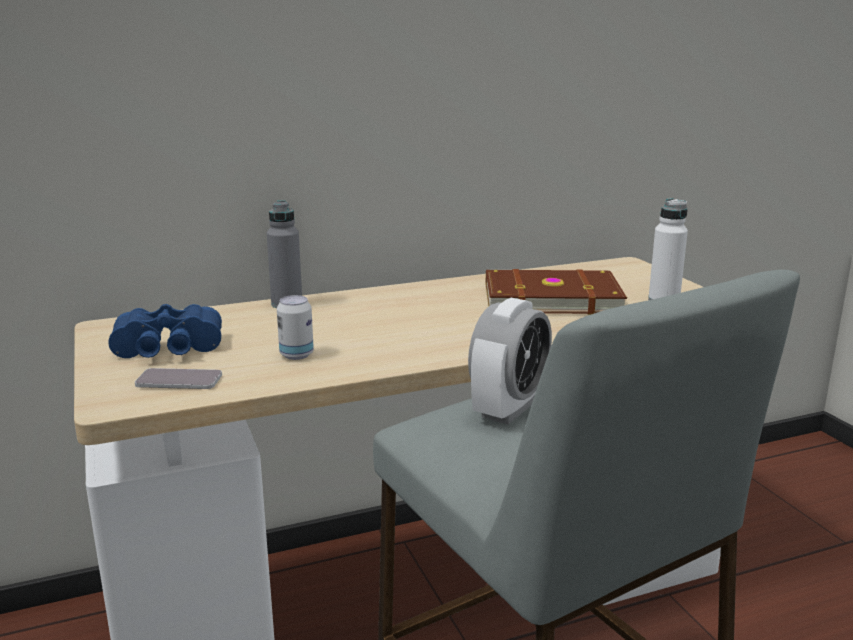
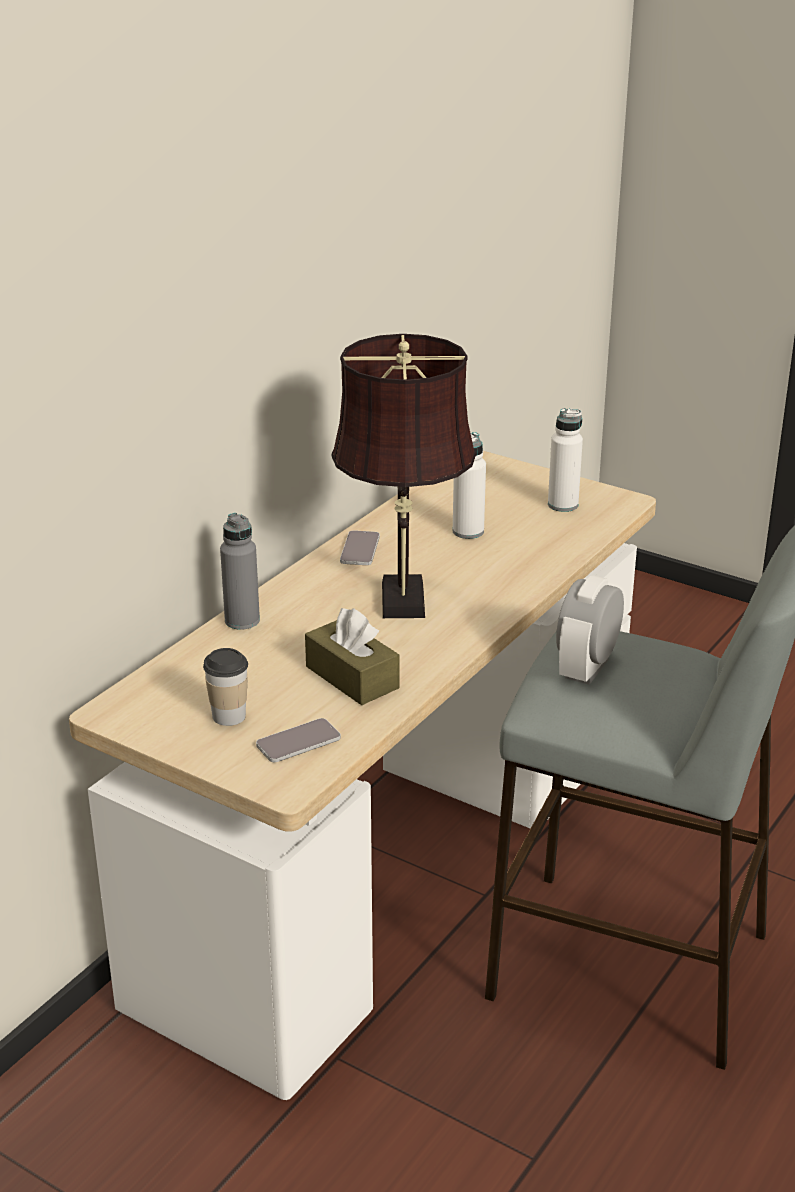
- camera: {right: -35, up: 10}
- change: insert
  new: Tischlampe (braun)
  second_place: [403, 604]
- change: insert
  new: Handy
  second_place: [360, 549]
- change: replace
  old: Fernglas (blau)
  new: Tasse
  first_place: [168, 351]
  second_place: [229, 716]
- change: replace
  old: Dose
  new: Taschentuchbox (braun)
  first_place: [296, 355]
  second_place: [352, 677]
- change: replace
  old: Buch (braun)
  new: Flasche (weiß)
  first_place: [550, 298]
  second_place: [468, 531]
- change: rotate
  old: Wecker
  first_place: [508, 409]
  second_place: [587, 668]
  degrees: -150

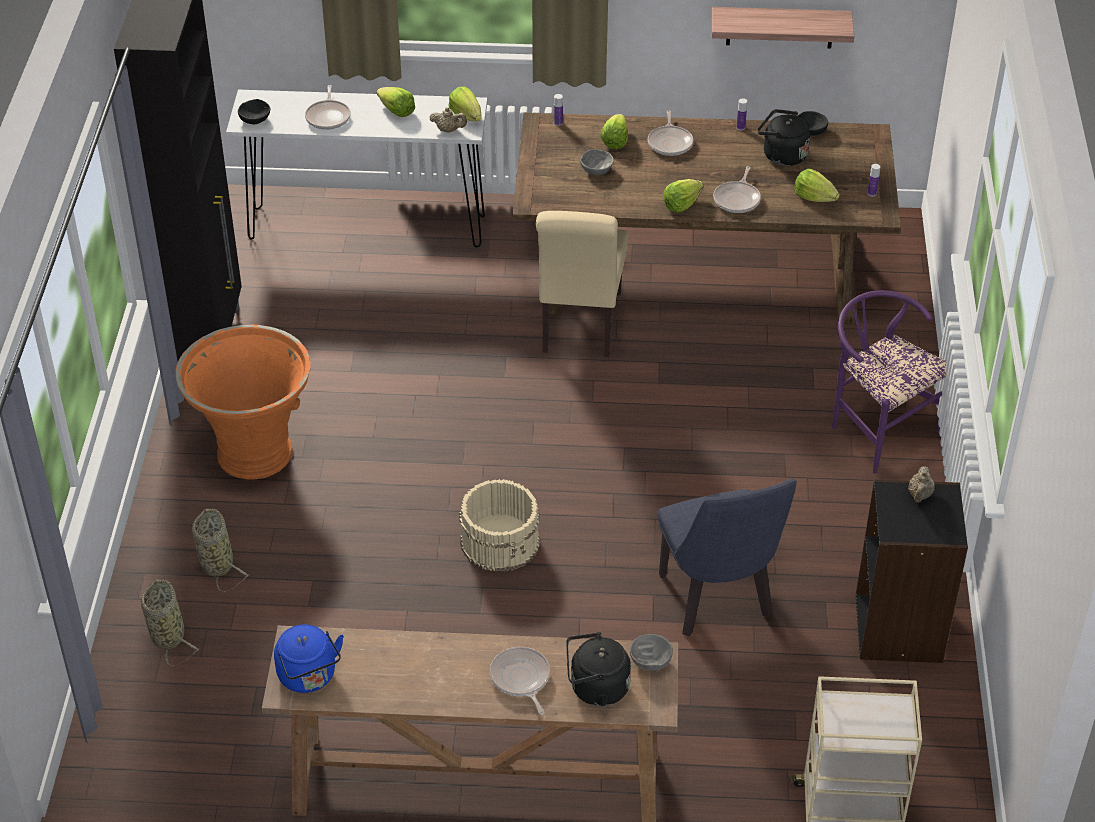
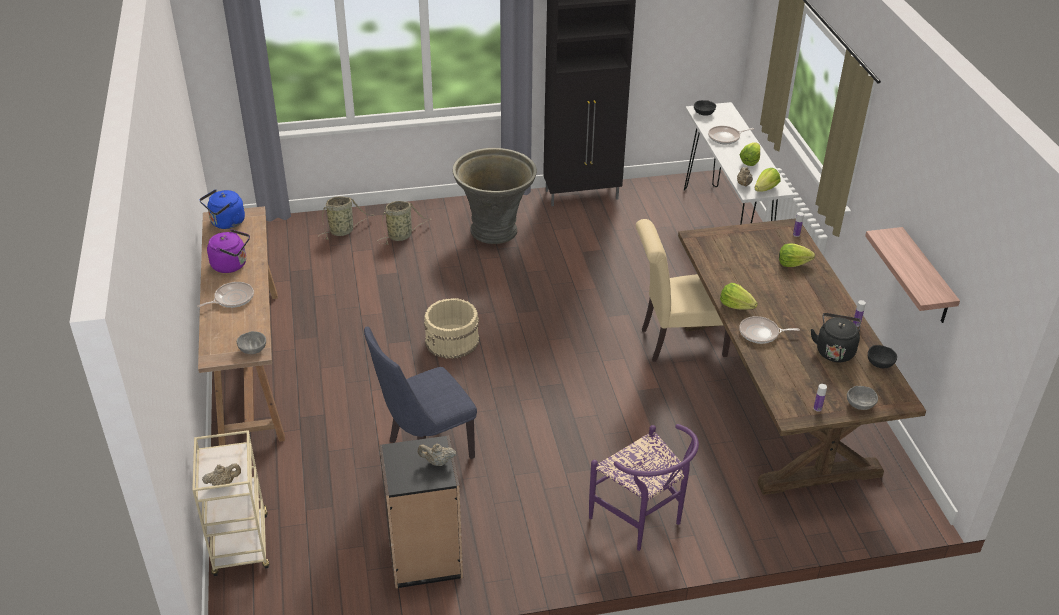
- camera: {right: 75, up: -5}
- change: delete
  old: Wasserkessel (schwarz)
  first_place: [595, 688]
- change: delete
  old: Pfanne
  first_place: [670, 142]
- change: delete
  old: Salatkopf
  first_place: [814, 197]
- change: insert
  new: Teekanne (beige)
  second_place: [223, 483]
- change: insert
  new: Wasserkessel (lila)
  second_place: [232, 265]
- change: move
  old: Schüssel (grau)
  first_place: [596, 170]
  second_place: [860, 404]
- change: recolor
  old: Pflanzkübel (orange)
  new: Pflanzkübel (grau)
  first_place: [255, 452]
  second_place: [495, 230]
- change: rotate
  old: Stuhl (lila)
  first_place: [876, 428]
  second_place: [642, 521]
  degrees: 105

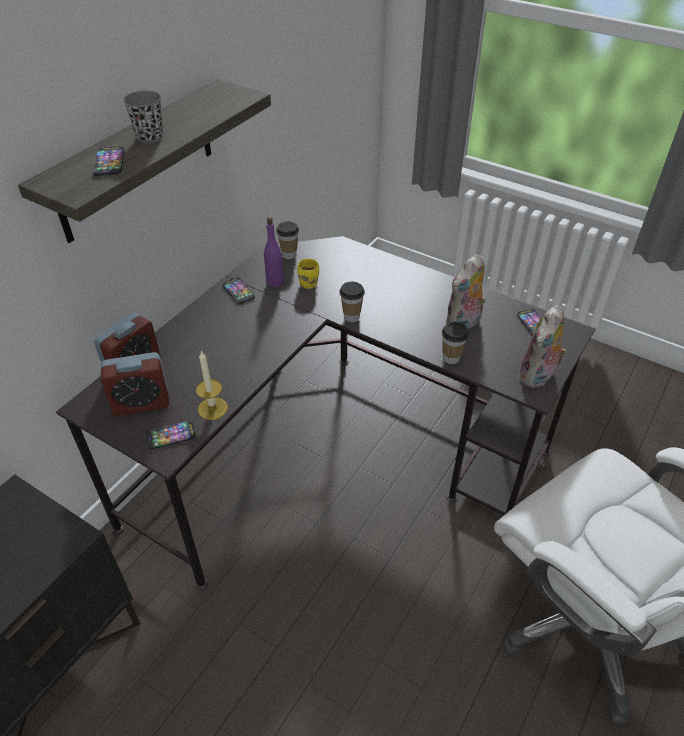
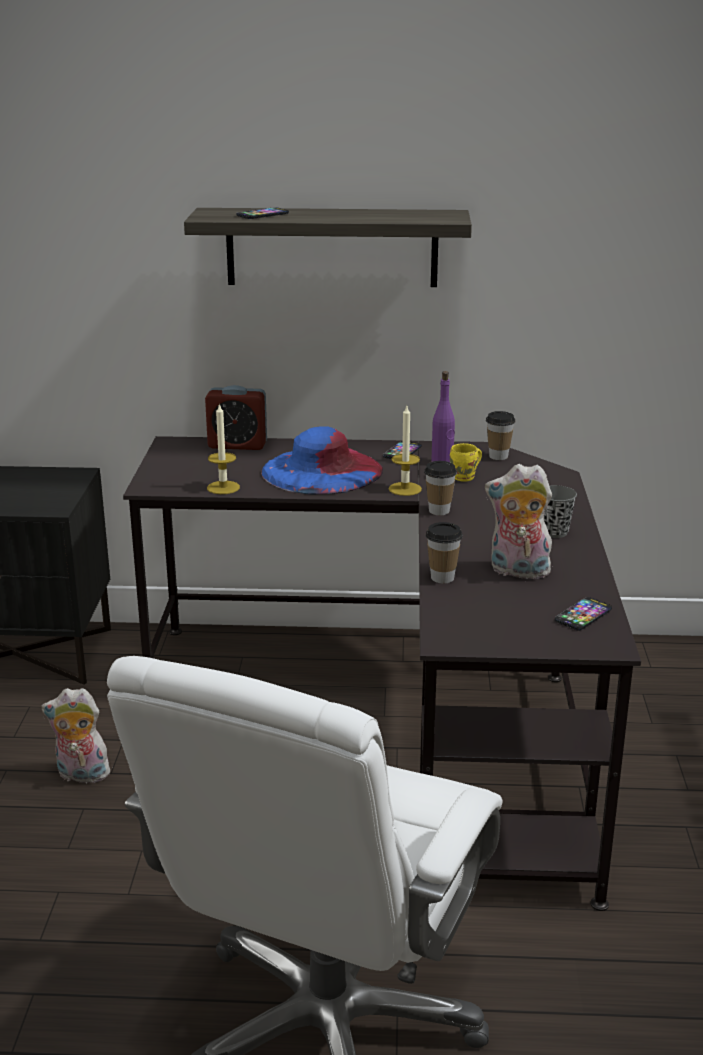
- camera: {right: 60, up: -20}
- change: delete
  old: Wecker
  first_place: [141, 403]
- change: delete
  old: Handy
  first_place: [171, 435]
- change: insert
  new: Hut (blau)
  second_place: [322, 470]
- change: insert
  new: Kerze
  second_place: [405, 489]
- change: move
  old: Tasse (grau)
  first_place: [150, 137]
  second_place: [554, 532]
- change: move
  old: Plüschtier
  first_place: [538, 376]
  second_place: [81, 775]

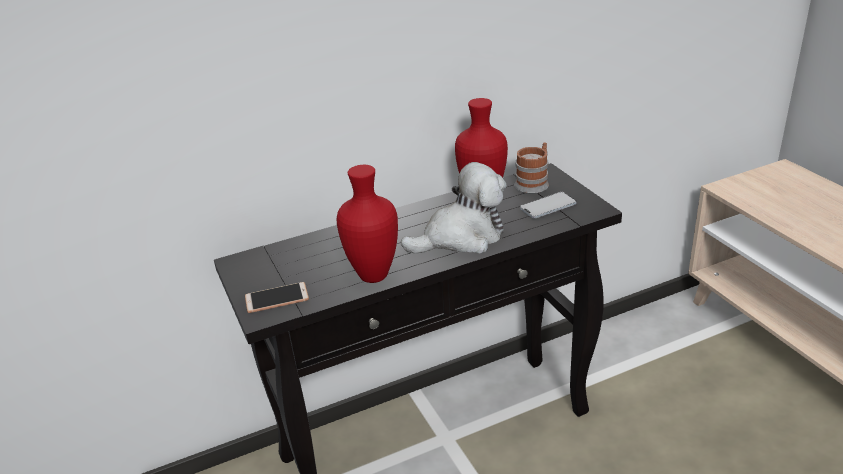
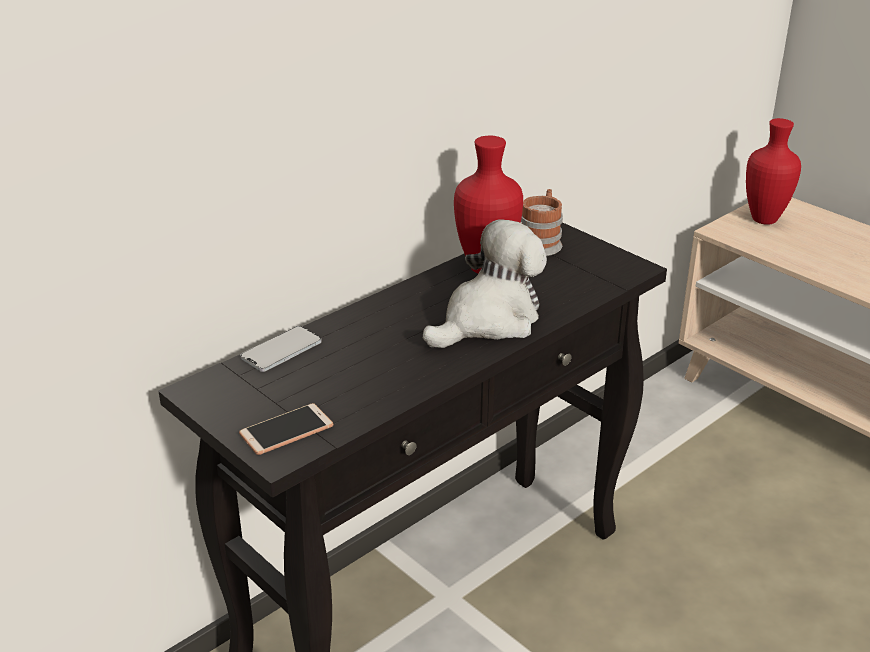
- camera: {right: -20, up: 0}
- change: move
  old: Vase (rot)
  first_place: [375, 276]
  second_place: [766, 220]
- change: move
  old: Handy
  first_place: [548, 206]
  second_place: [281, 350]

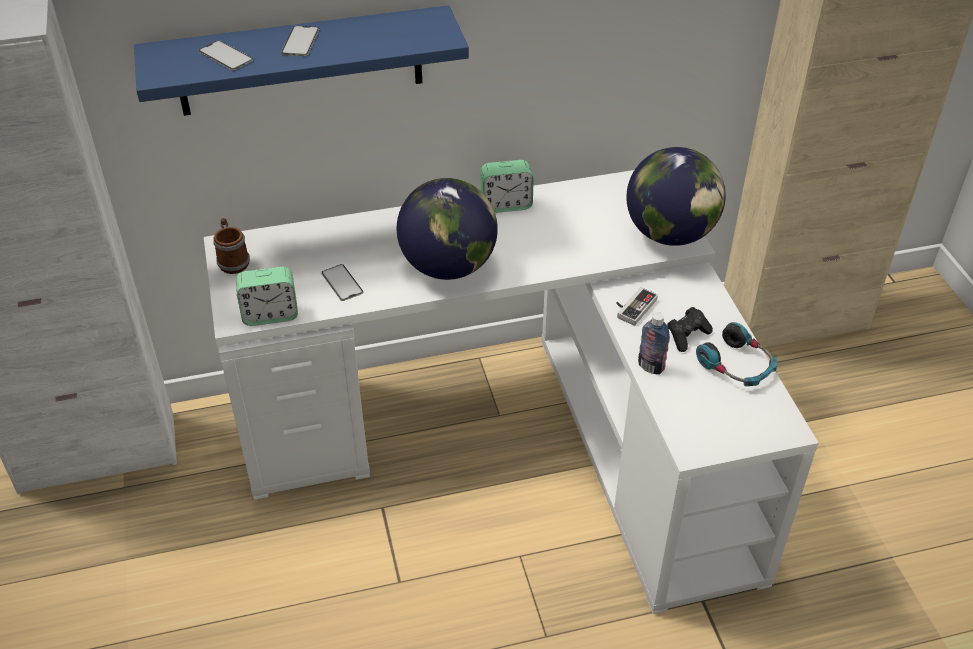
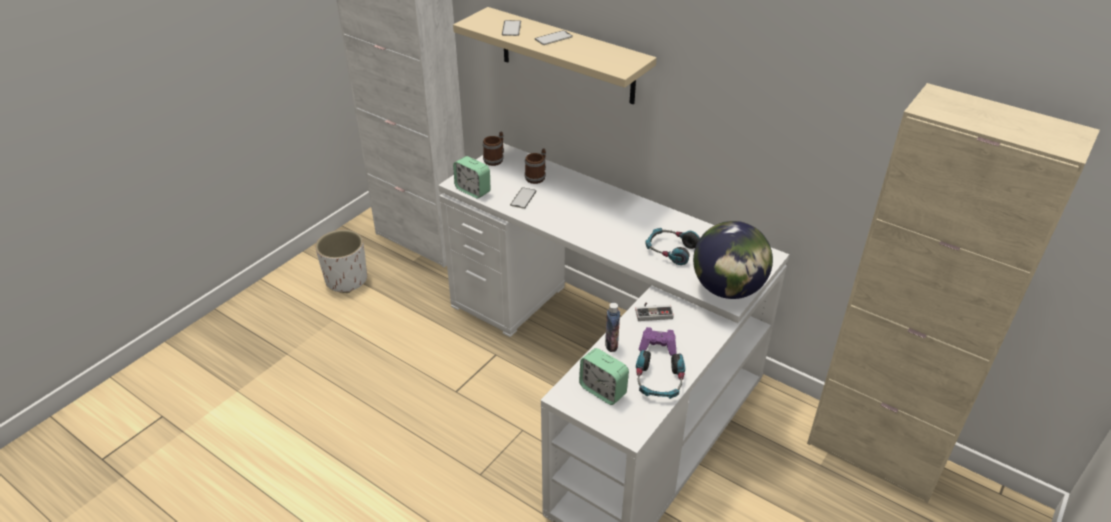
- camera: {right: 50, up: -5}
- change: delete
  old: Globus
  first_place: [448, 267]
- change: insert
  new: Pflanzkübel (weiß)
  second_place: [346, 280]
- change: insert
  new: Henkelbecher
  second_place: [537, 176]
- change: insert
  new: Kopfhörer
  second_place: [670, 250]
- change: move
  old: Wecker
  first_place: [506, 204]
  second_place: [603, 390]
- change: recolor
  old: Wandregal (blau)
  new: Wandregal (beige)
  first_place: [300, 61]
  second_place: [567, 56]
- change: recolor
  old: Gamepad (schwarz)
  new: Gamepad (lila)
  first_place: [687, 336]
  second_place: [658, 347]

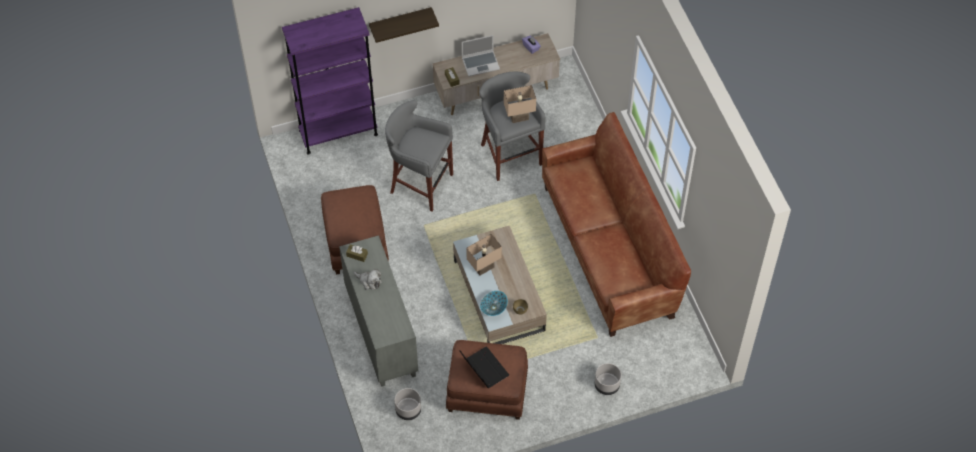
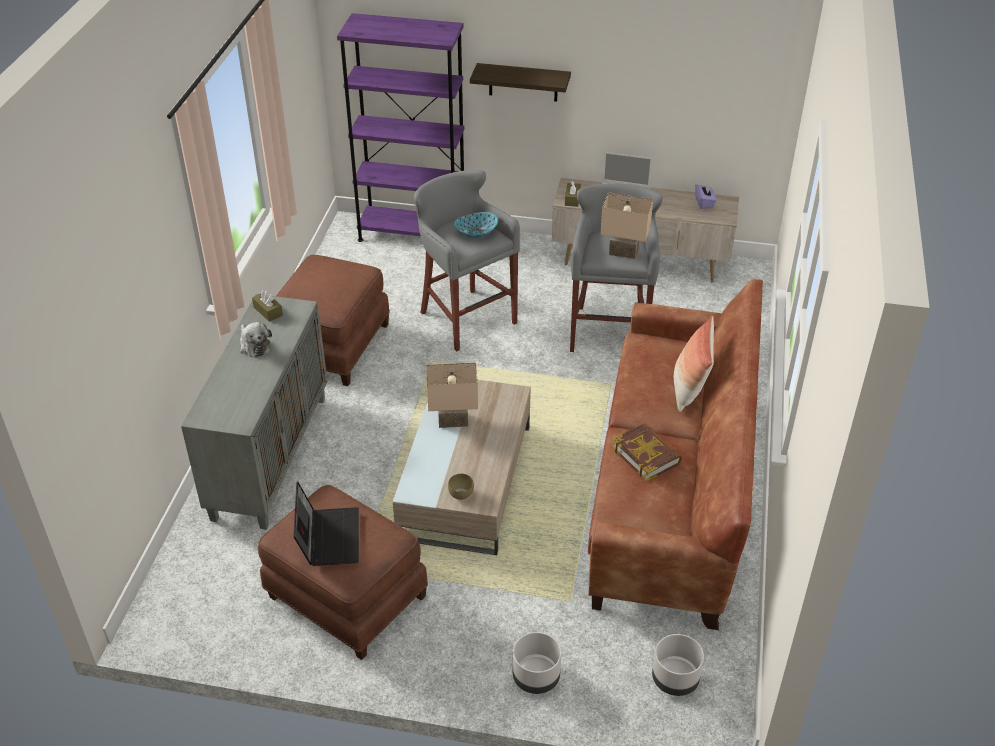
- camera: {right: 30, up: -15}
- change: insert
  new: Buch
  second_place: [646, 455]
- change: insert
  new: Kissen
  second_place: [689, 389]
- change: move
  old: Pflanzkübel (grau)
  first_place: [408, 410]
  second_place: [675, 680]
- change: move
  old: Schüssel
  first_place: [493, 307]
  second_place: [475, 233]

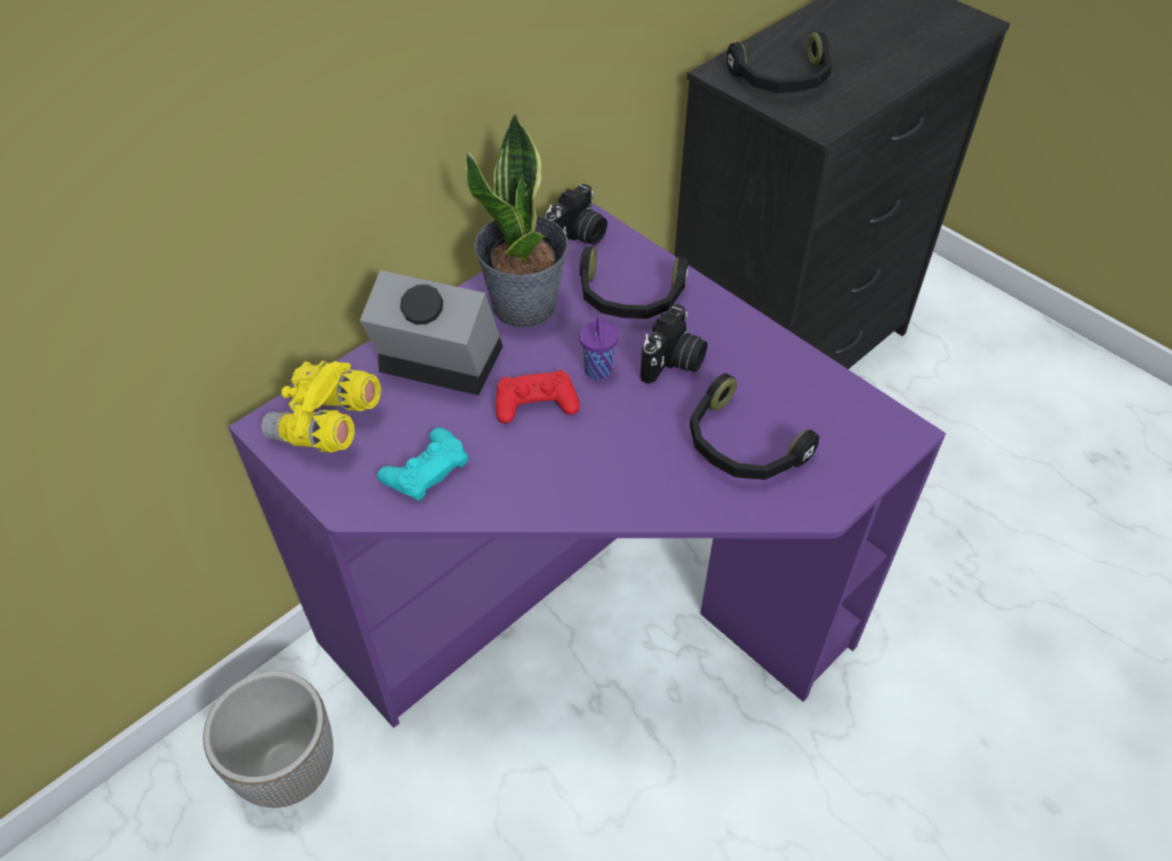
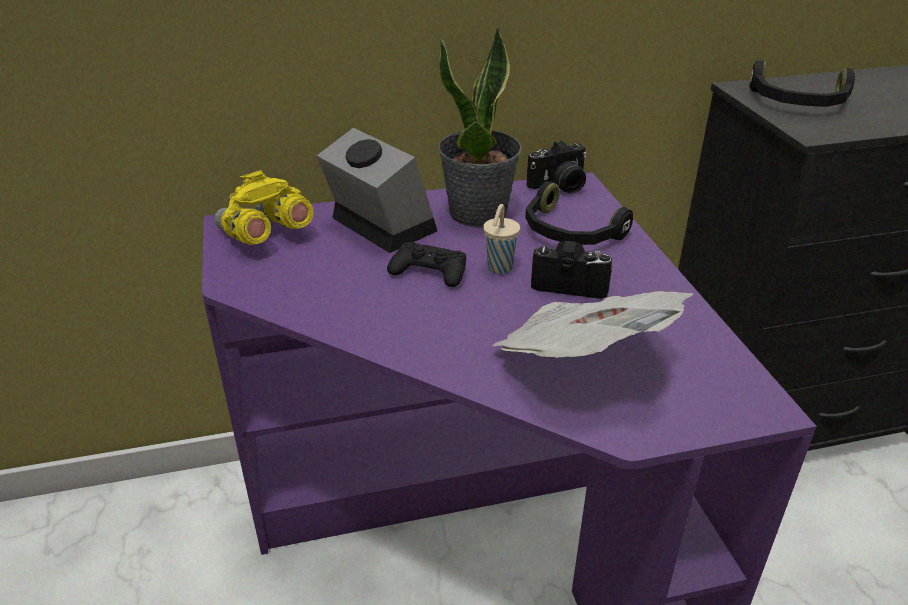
- camera: {right: 30, up: -15}
- change: delete
  old: Pflanzkübel
  first_place: [288, 769]
- change: delete
  old: Gamepad (türkis)
  first_place: [425, 470]
- change: replace
  old: Kopfhörer (schwarz)
  new: Zeitung
  first_place: [741, 446]
  second_place: [582, 359]
- change: recolor
  old: Gamepad (rot)
  new: Gamepad (schwarz)
  first_place: [536, 402]
  second_place: [429, 271]
- change: recolor
  old: Tasse (lila)
  new: Tasse (beige)
  first_place: [598, 371]
  second_place: [499, 269]
- change: rotate
  old: Kamera
  first_place: [673, 363]
  second_place: [570, 283]
  degrees: -135

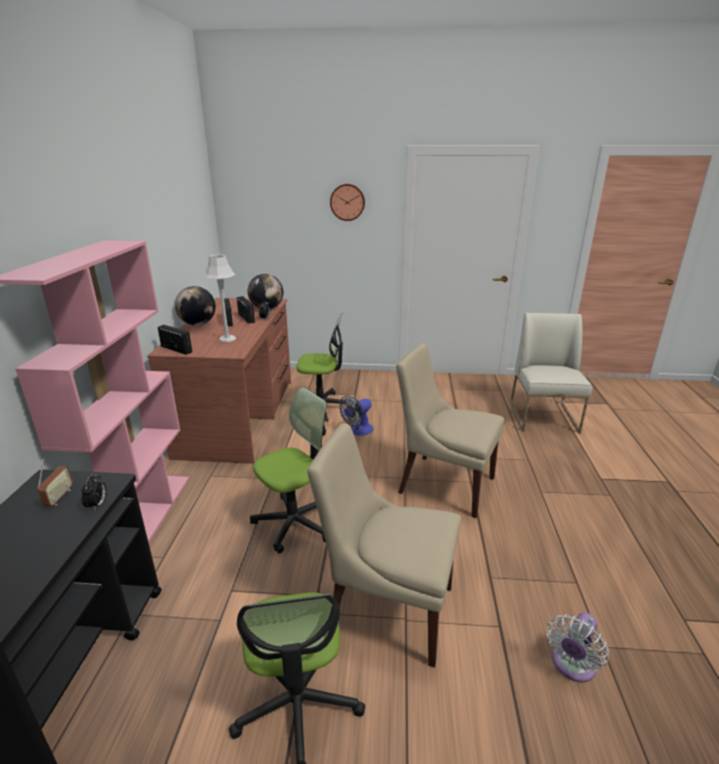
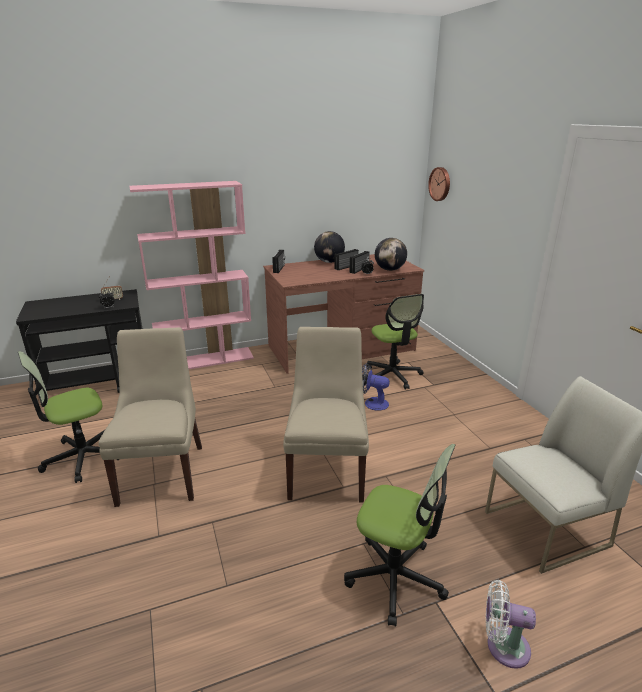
- camera: {right: 65, up: 0}
- change: delete
  old: Tischlampe (grau)
  first_place: [227, 339]
- change: move
  old: Bürostuhl
  first_place: [295, 522]
  second_place: [395, 577]
- change: move
  old: Wanduhr
  first_place: [347, 202]
  second_place: [440, 184]
- change: move
  old: Ventilator (weiß)
  first_place: [571, 666]
  second_place: [503, 646]

